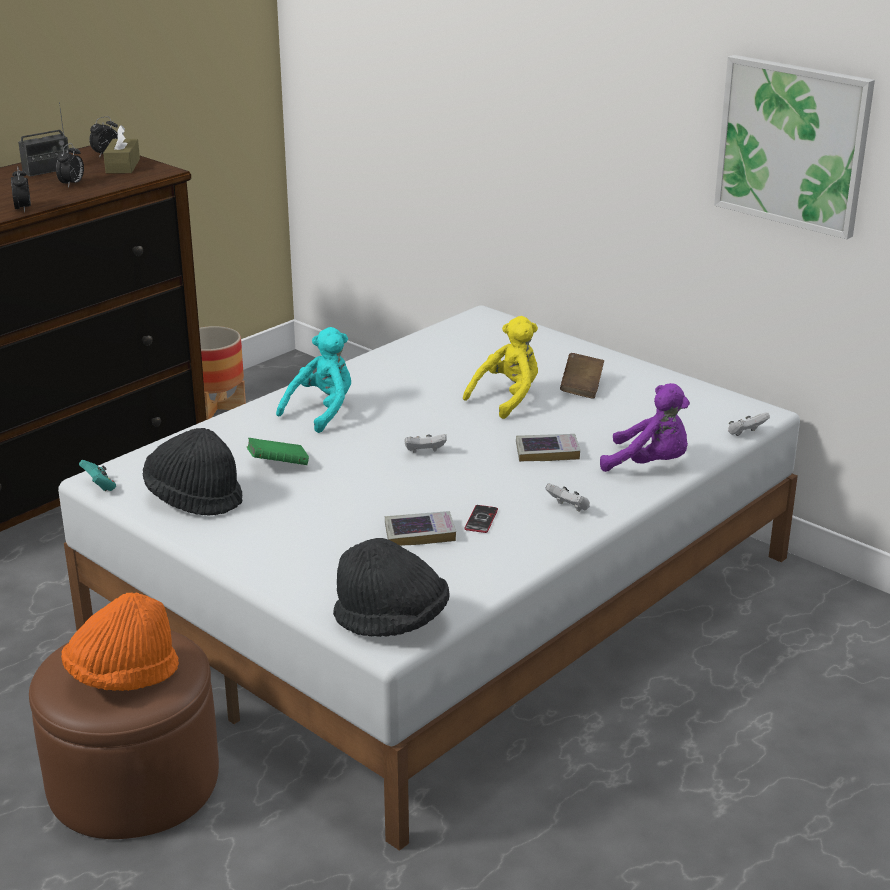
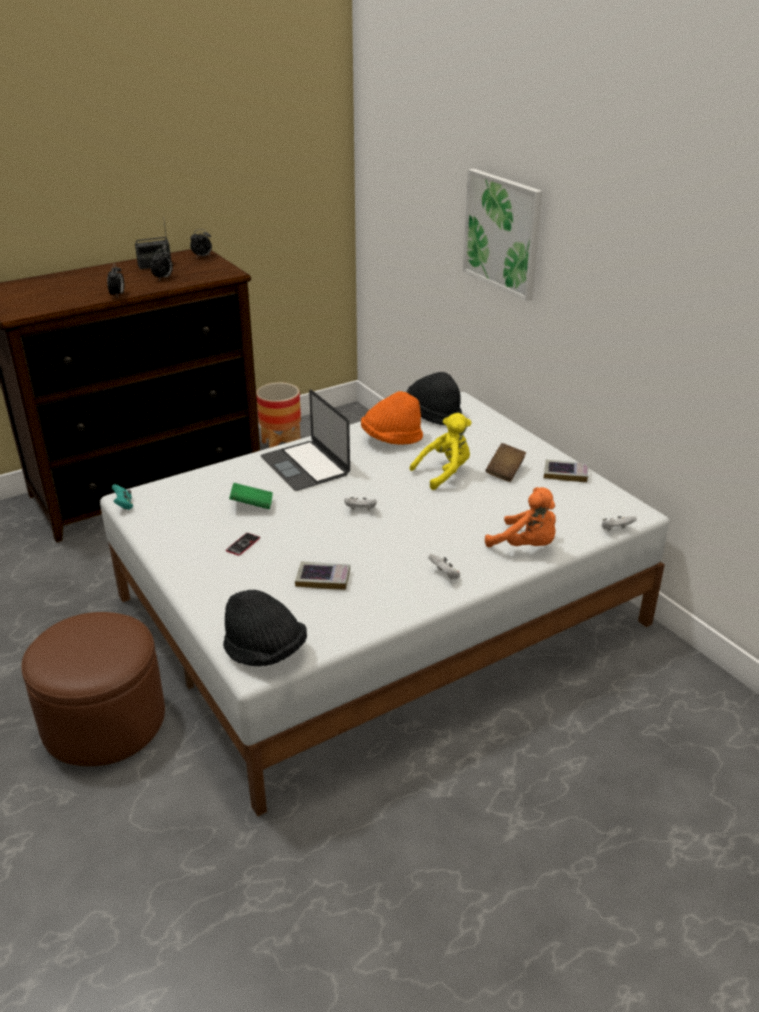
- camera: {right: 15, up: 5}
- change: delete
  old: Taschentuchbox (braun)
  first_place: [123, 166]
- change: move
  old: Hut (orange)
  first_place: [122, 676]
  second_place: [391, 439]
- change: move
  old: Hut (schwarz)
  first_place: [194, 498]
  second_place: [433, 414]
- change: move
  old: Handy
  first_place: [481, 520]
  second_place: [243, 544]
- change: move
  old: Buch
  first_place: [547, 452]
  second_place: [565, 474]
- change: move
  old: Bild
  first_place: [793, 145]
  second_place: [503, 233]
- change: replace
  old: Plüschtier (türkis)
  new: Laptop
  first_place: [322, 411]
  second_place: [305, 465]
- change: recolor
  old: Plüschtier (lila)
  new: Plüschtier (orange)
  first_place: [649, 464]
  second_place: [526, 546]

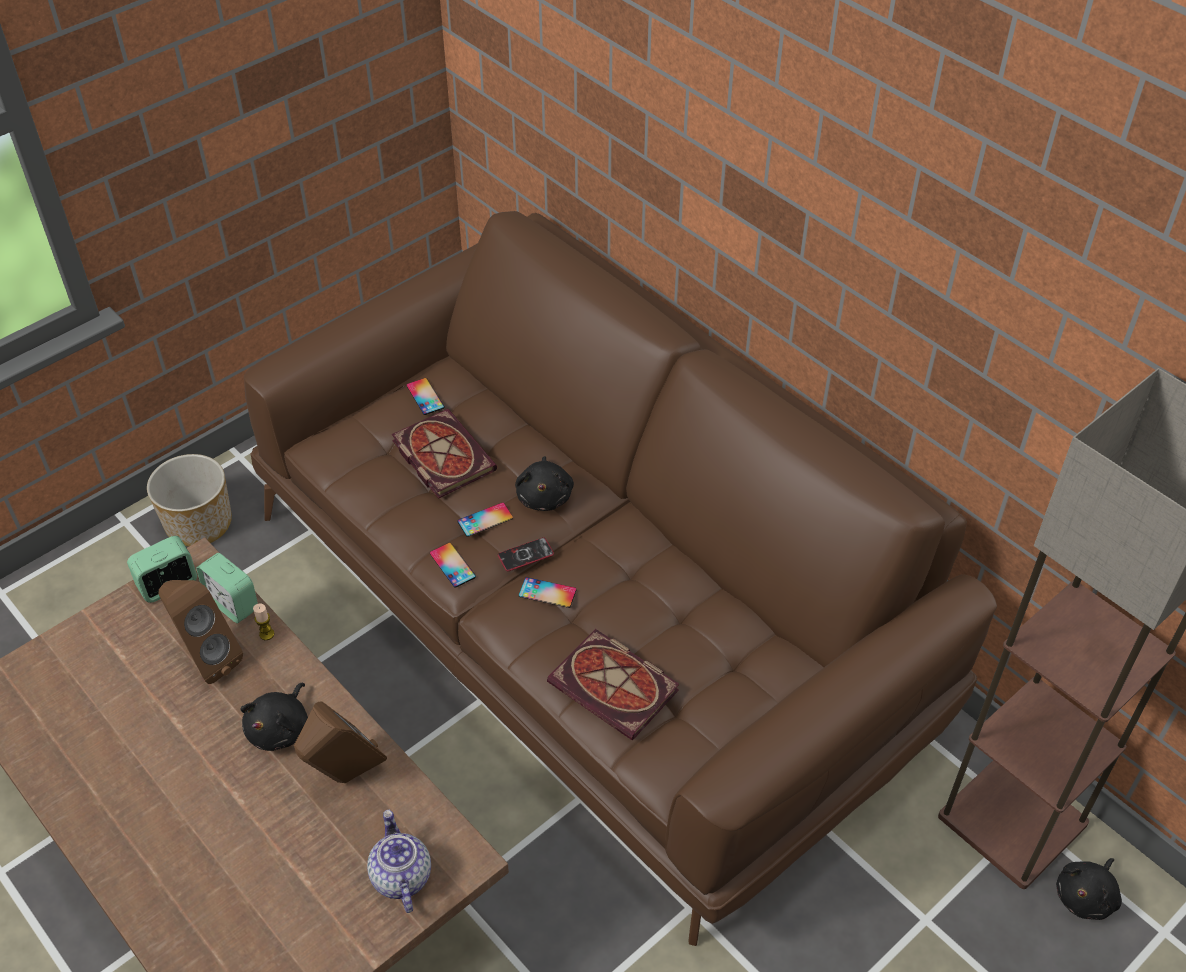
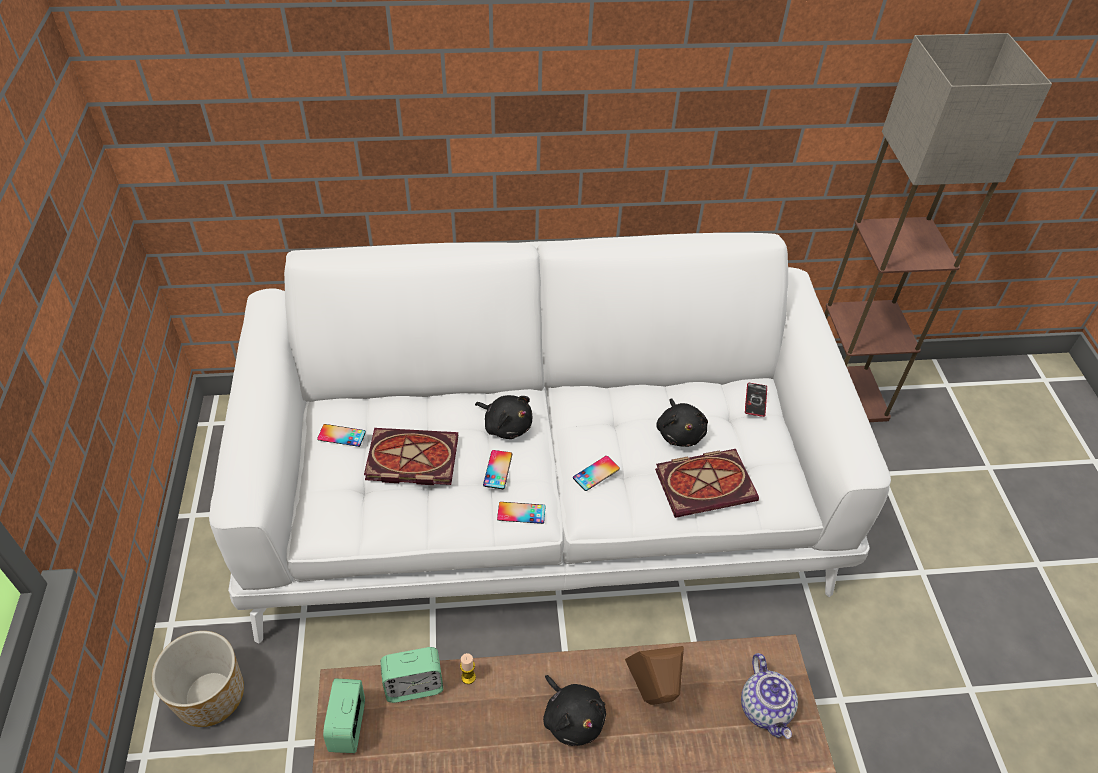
- camera: {right: -55, up: 0}
- change: delete
  old: Lautsprecher (braun)
  first_place: [206, 659]
- change: move
  old: Handy
  first_place: [525, 555]
  second_place: [755, 400]
- change: move
  old: Plüschtier (schwarz)
  first_place: [1086, 896]
  second_place: [680, 432]
- change: recolor
  old: Sofa (braun)
  new: Sofa (weiß)
  first_place: [592, 615]
  second_place: [544, 492]
- change: rotate
  old: Teekanne
  first_place: [400, 876]
  second_place: [766, 709]
  degrees: -120

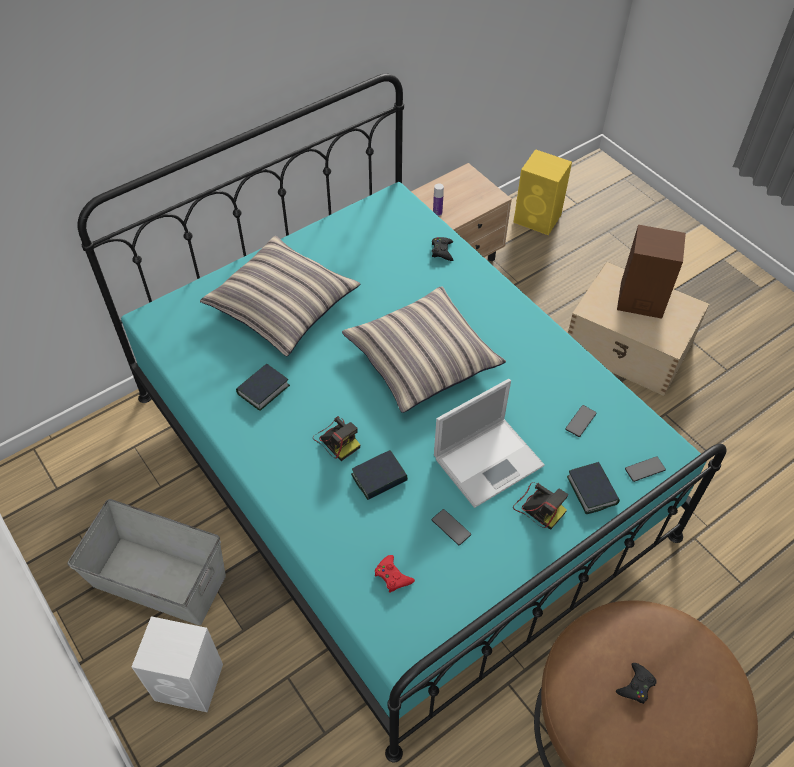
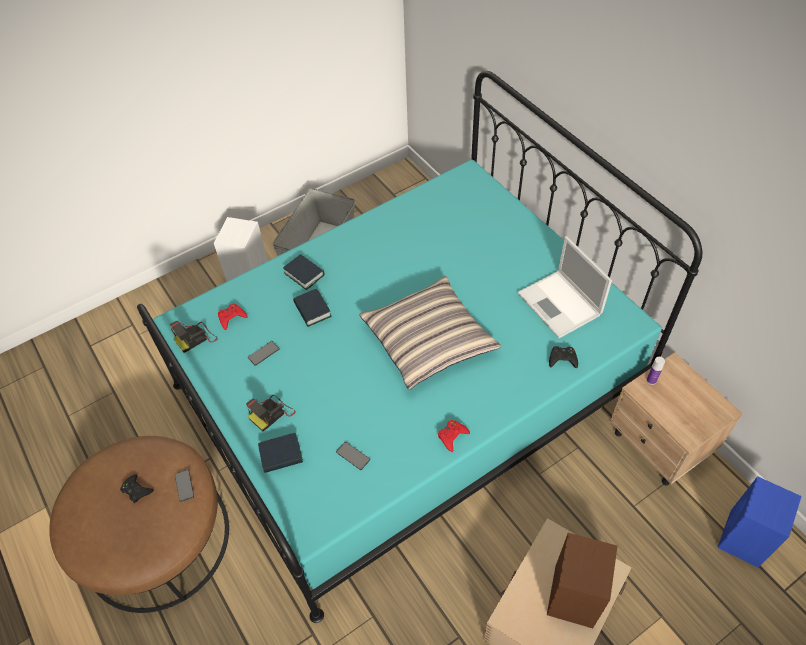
- camera: {right: 95, up: 0}
- change: delete
  old: Kissen
  first_place: [282, 305]
- change: insert
  new: Gamepad (rot)
  second_place: [452, 436]
- change: move
  old: Buch
  first_place: [263, 390]
  second_place: [304, 274]
- change: move
  old: Kamera
  first_place: [337, 440]
  second_place: [196, 338]
- change: move
  old: Laptop
  first_place: [490, 460]
  second_place: [560, 305]
- change: move
  old: Handy
  first_place: [645, 469]
  second_place: [184, 485]
- change: recolor
  old: Lautsprecher (gelb)
  new: Lautsprecher (blau)
  first_place: [538, 219]
  second_place: [743, 539]

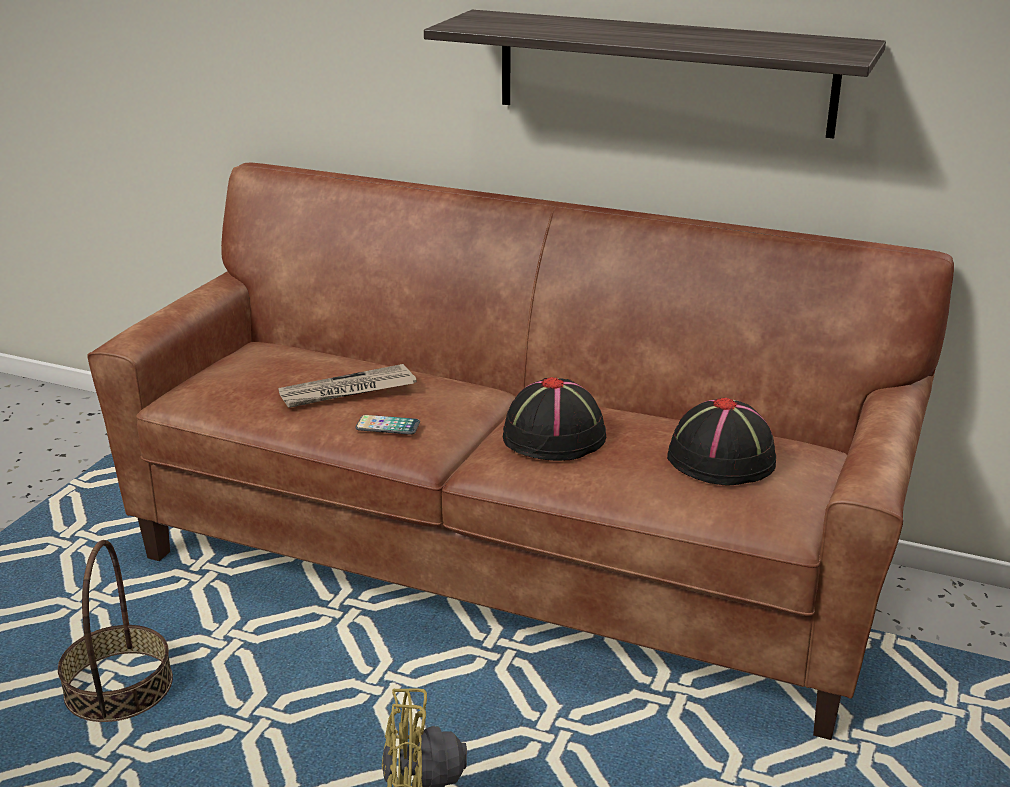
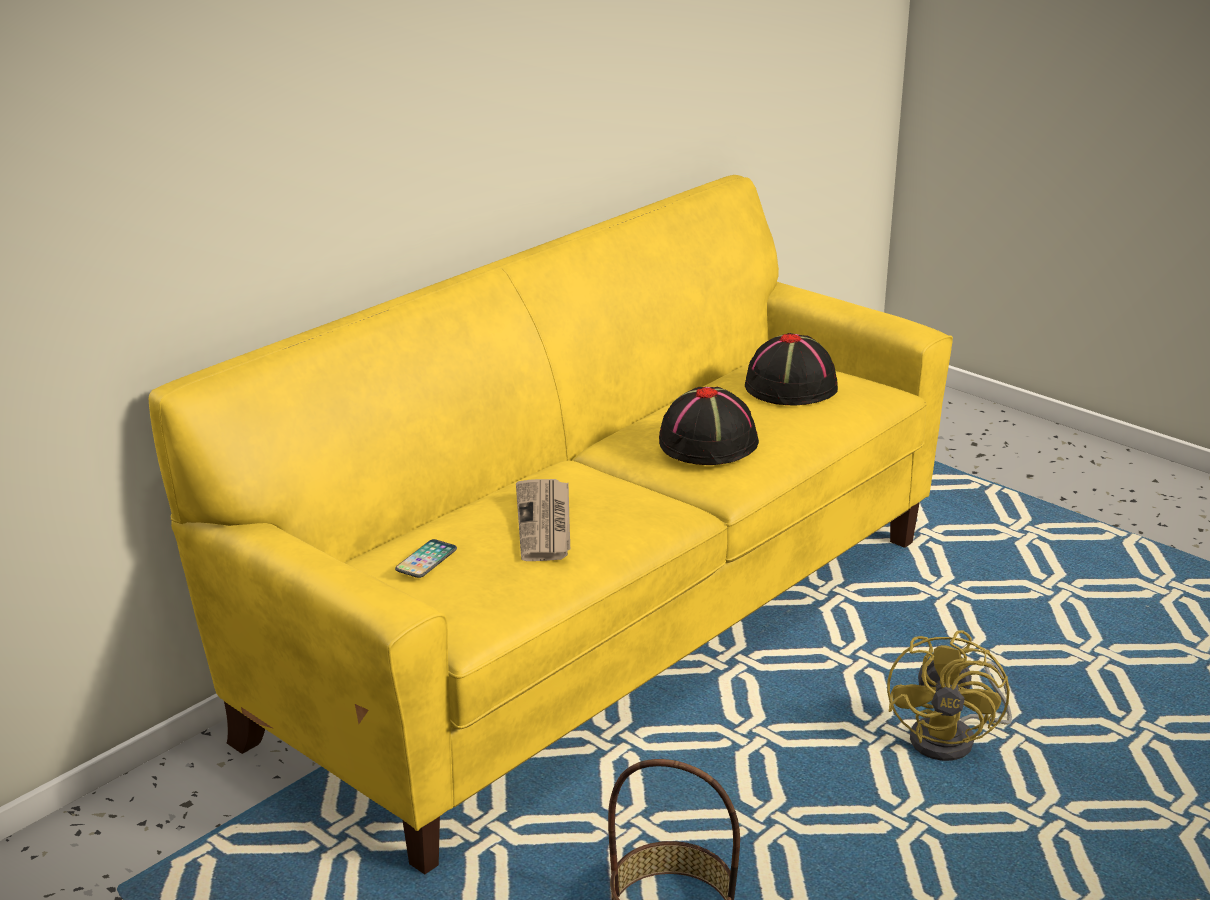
- camera: {right: -70, up: 0}
- change: delete
  old: Wandregal
  first_place: [663, 72]
- change: move
  old: Handy
  first_place: [388, 426]
  second_place: [426, 560]
- change: recolor
  old: Sofa (braun)
  new: Sofa (gelb)
  first_place: [505, 567]
  second_place: [602, 633]

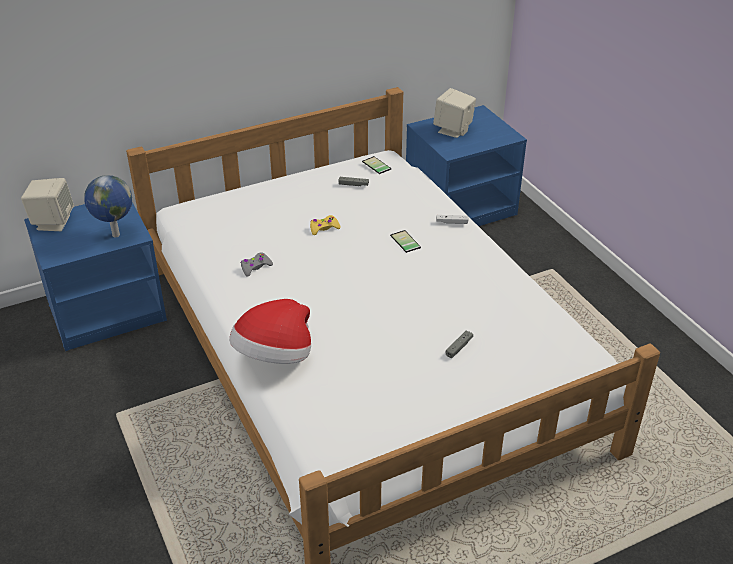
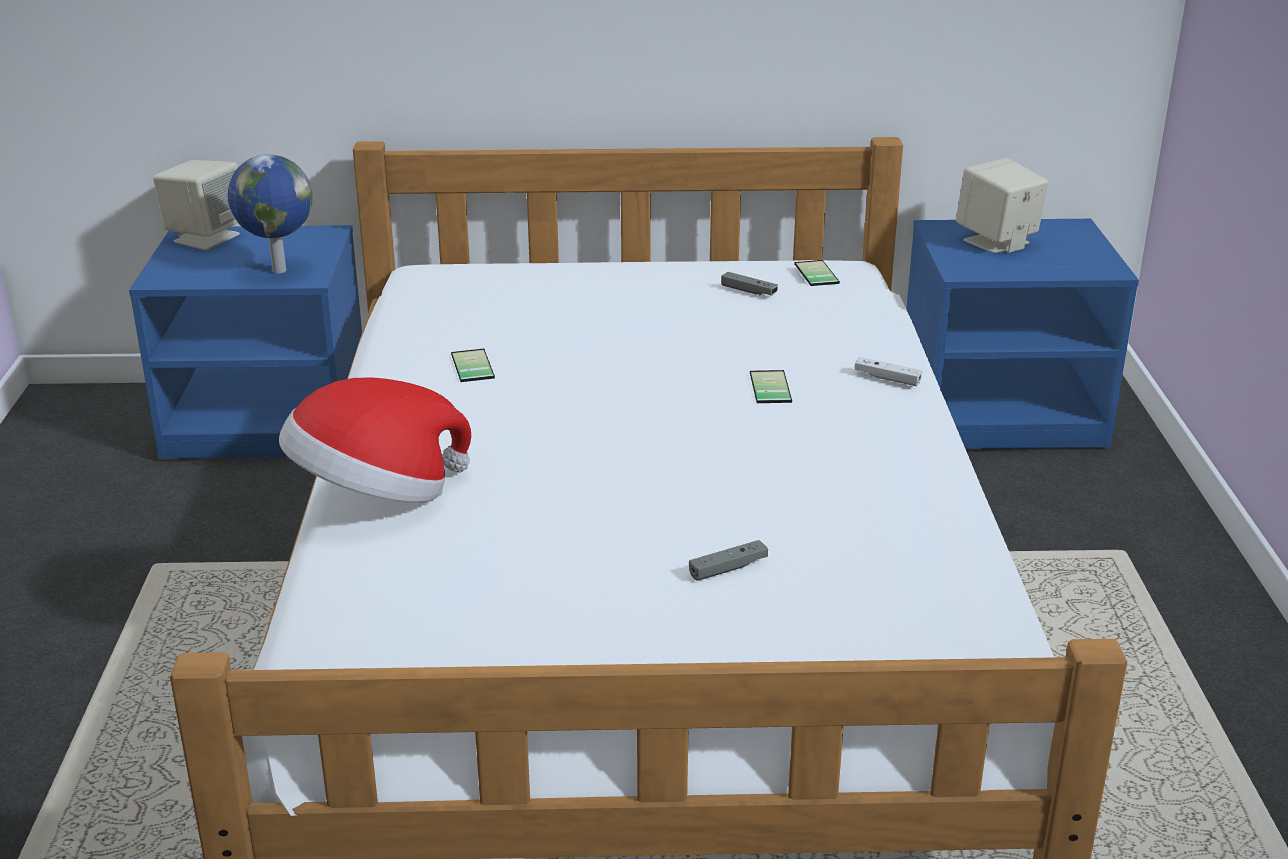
- camera: {right: 25, up: -10}
- change: delete
  old: Gamepad (gelb)
  first_place: [324, 228]
- change: replace
  old: Gamepad (grau)
  new: Handy
  first_place: [255, 267]
  second_place: [469, 366]

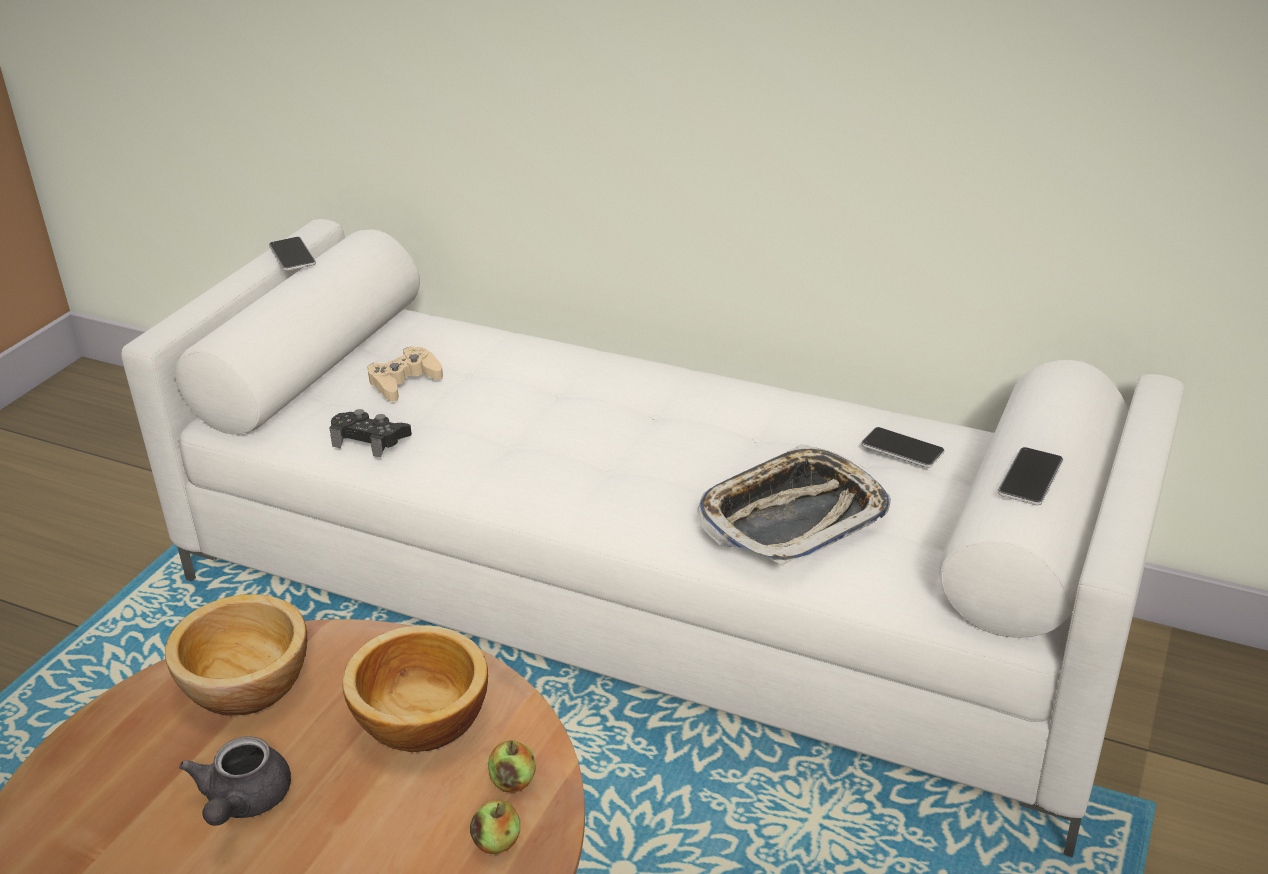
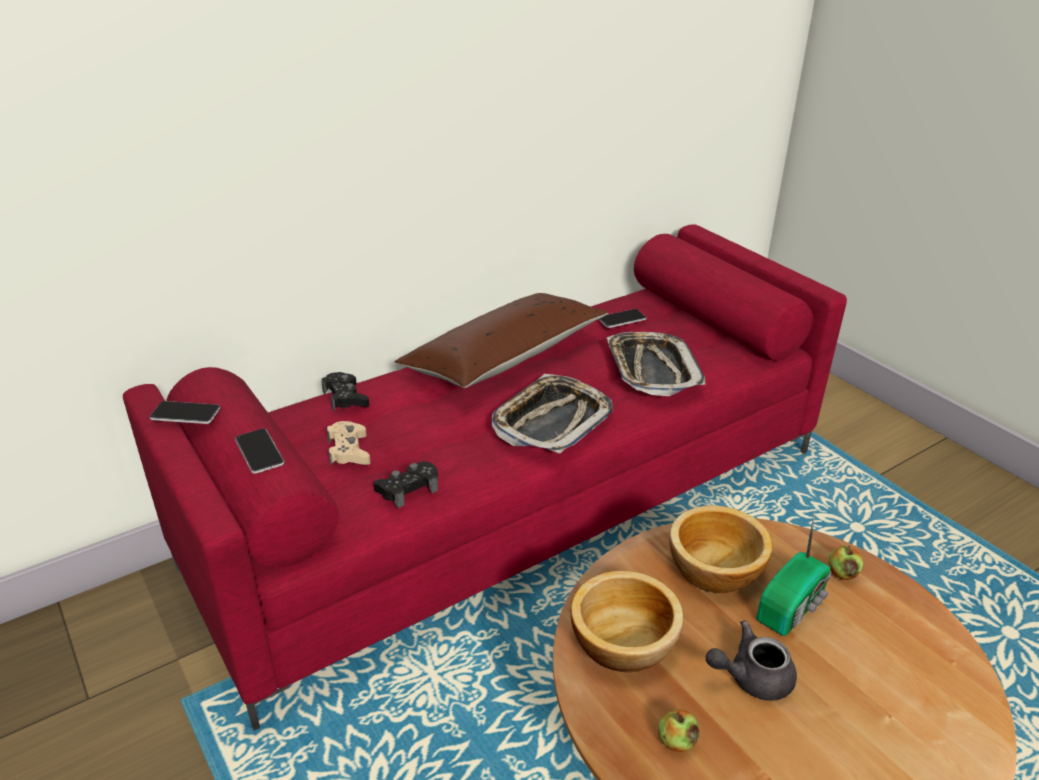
- camera: {right: -60, up: 0}
- change: insert
  new: Gamepad (schwarz)
  second_place: [345, 398]
- change: insert
  new: Kissen (braun)
  second_place: [504, 357]
- change: insert
  new: Tablett
  second_place: [551, 421]
- change: insert
  new: Radio
  second_place: [793, 606]
- change: move
  old: Apfel
  first_place: [513, 782]
  second_place: [676, 741]
- change: move
  old: Handy
  first_place: [1030, 478]
  second_place: [259, 452]
- change: recolor
  old: Sofa (weiß)
  new: Sofa (rot)
  first_place: [643, 605]
  second_place: [519, 504]
- change: rotate
  old: Teekanne (grau)
  first_place: [243, 802]
  second_place: [751, 677]
  degrees: 135

